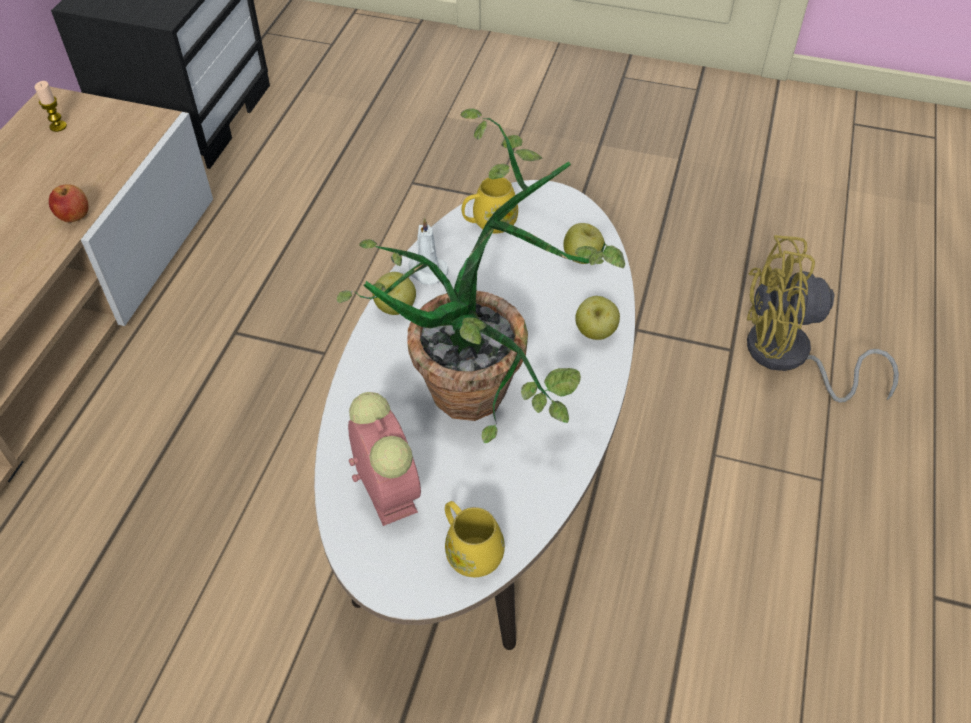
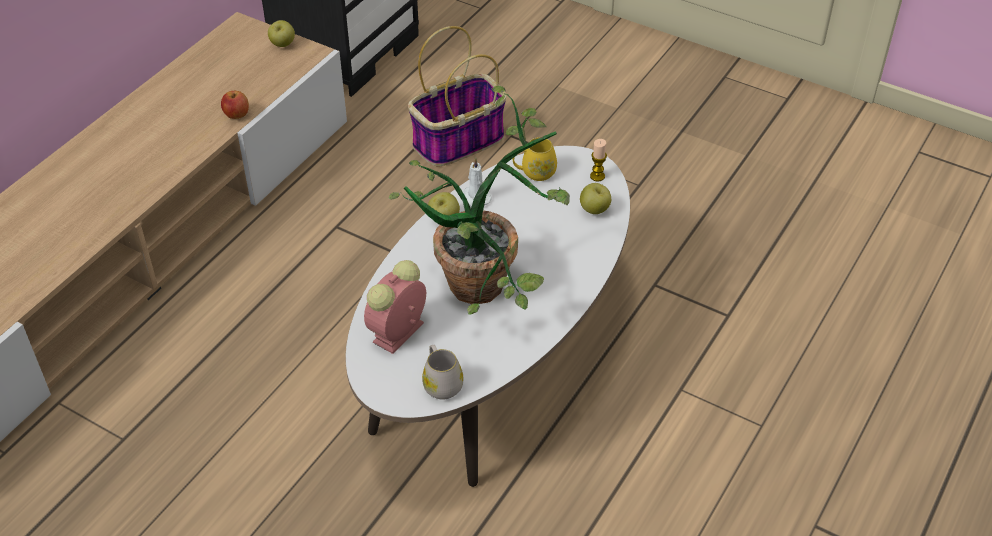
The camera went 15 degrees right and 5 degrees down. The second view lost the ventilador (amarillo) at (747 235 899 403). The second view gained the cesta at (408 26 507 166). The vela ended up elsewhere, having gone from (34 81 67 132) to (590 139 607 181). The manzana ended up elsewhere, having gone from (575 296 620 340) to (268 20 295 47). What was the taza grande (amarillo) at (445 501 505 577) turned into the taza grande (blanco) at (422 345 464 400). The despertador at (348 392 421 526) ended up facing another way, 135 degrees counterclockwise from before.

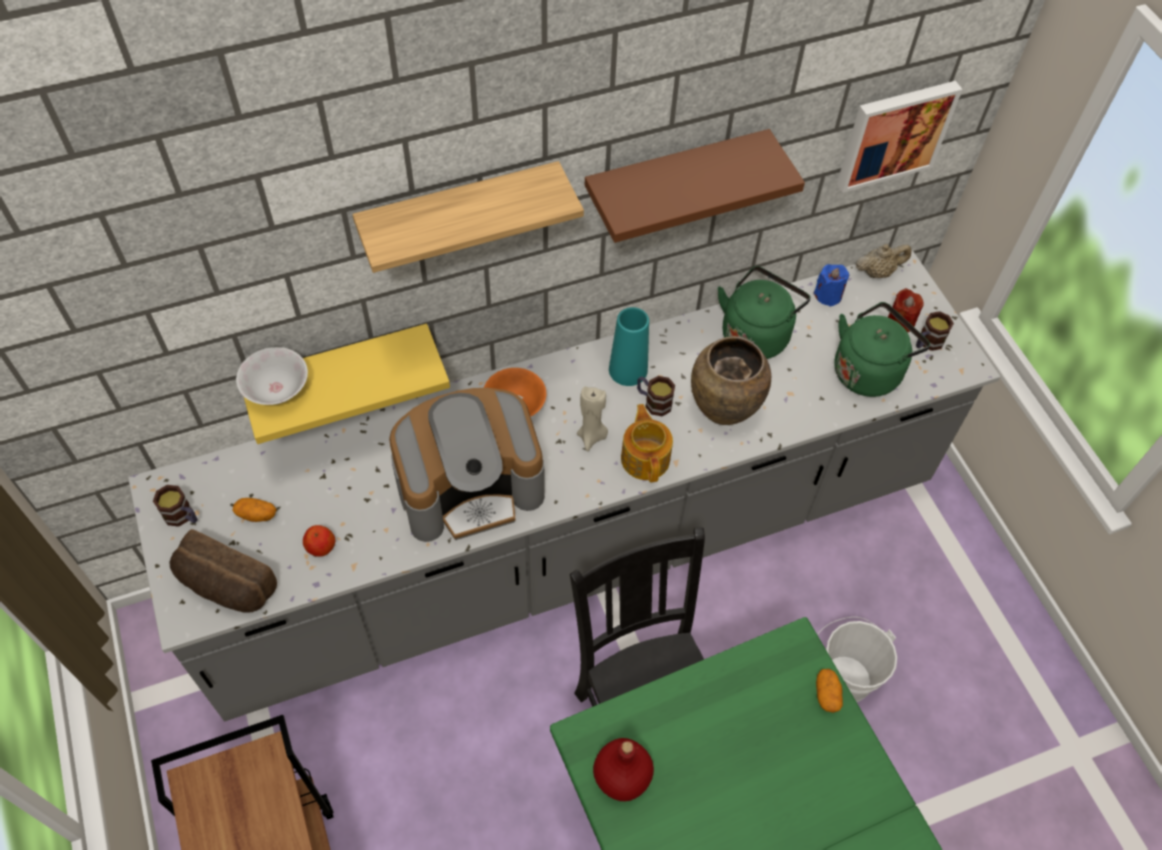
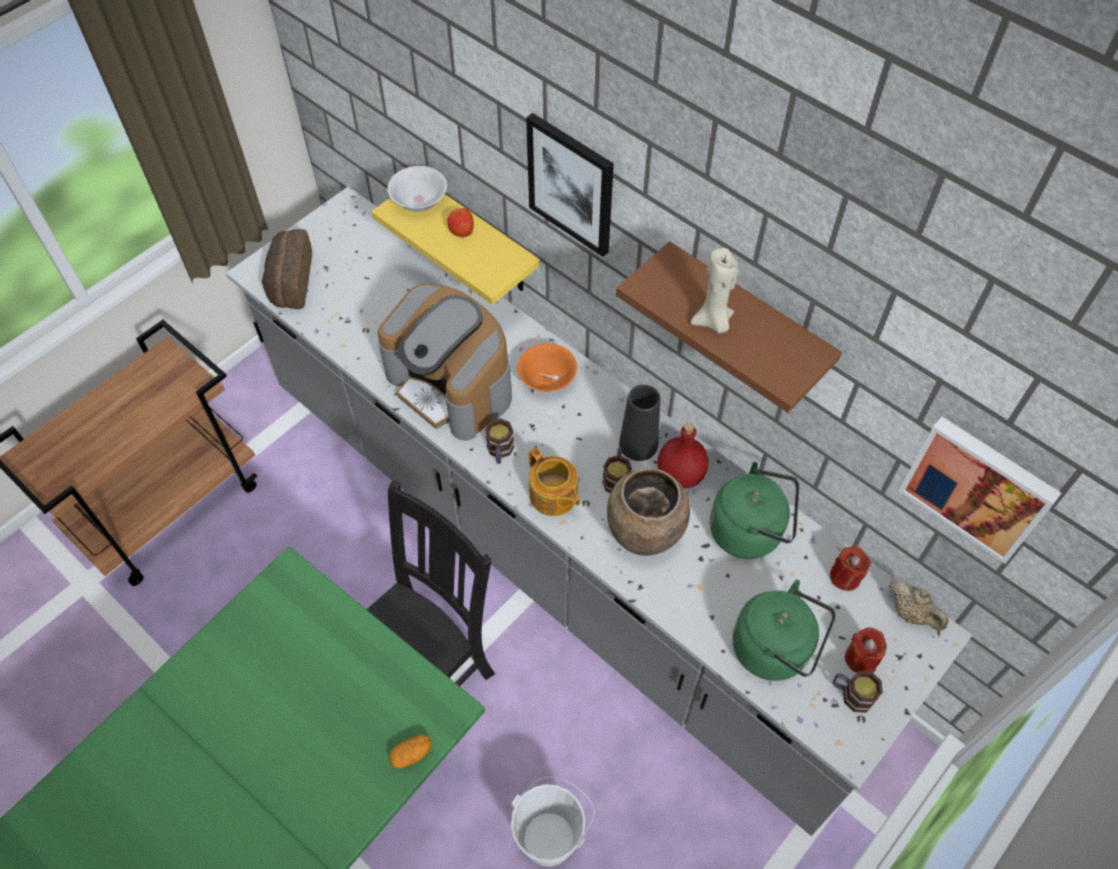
The camera went 65 degrees right and 0 degrees up. The second view lost the patata at (232 498 277 522). The taza grande ended up elsewhere, having gone from (153 485 198 527) to (485 418 514 464). The manzana ended up elsewhere, having gone from (303 525 335 557) to (447 208 474 237). The vela (beis) ended up elsewhere, having gone from (577 387 608 451) to (691 248 738 333). The botella (rojo) ended up elsewhere, having gone from (593 738 654 801) to (657 423 708 489). Where the estante hung at (353 161 584 273), the cuadro came to hang at (526 113 614 257). What was the florero (turquesa) at (609 307 649 386) turned into the florero (negro) at (619 385 660 461). What was the vela (azul) at (813 264 850 307) turned into the vela (rojo) at (830 546 871 591). The tetera at (621 404 673 482) ended up facing another way, 90 degrees clockwise from before.

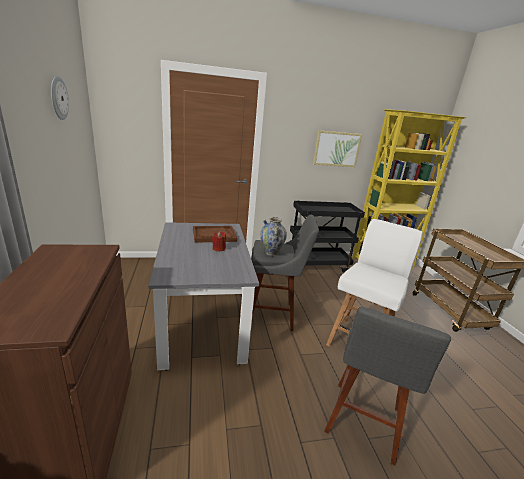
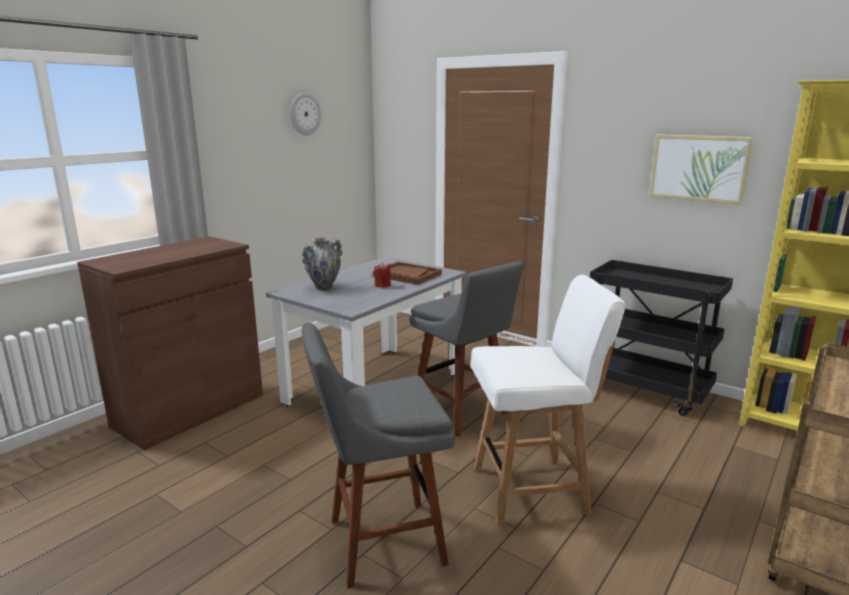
The camera went 50 degrees right and 5 degrees down. The florero ended up elsewhere, having gone from (260 217 287 256) to (302 238 342 290).

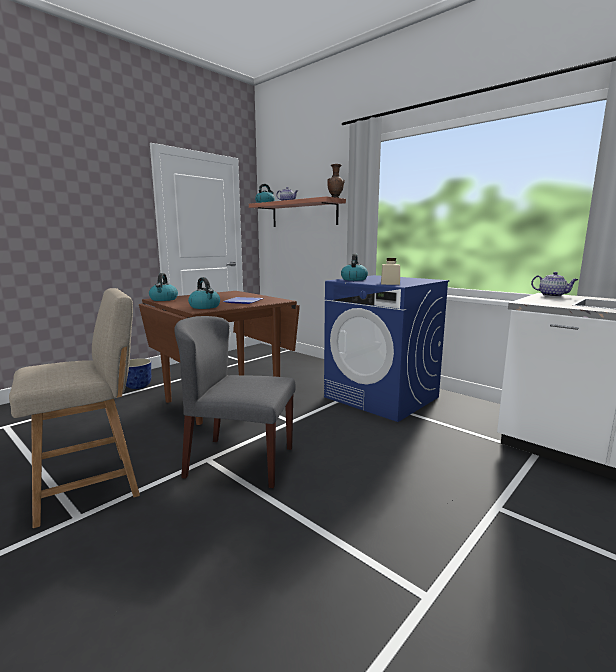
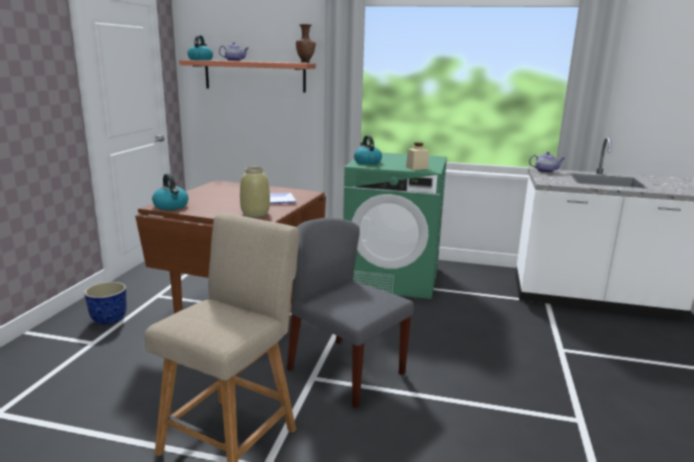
The camera went 30 degrees left and 5 degrees up. Where the hervidor stood at (188 277 220 309), the florero (beis) came to stand at (240 167 270 217). What was the lavadora (azul) at (324 275 449 422) turned into the lavadora (verde) at (343 153 447 299). The silla (gris) at (174 316 296 488) ended up facing another way, 60 degrees clockwise from before.

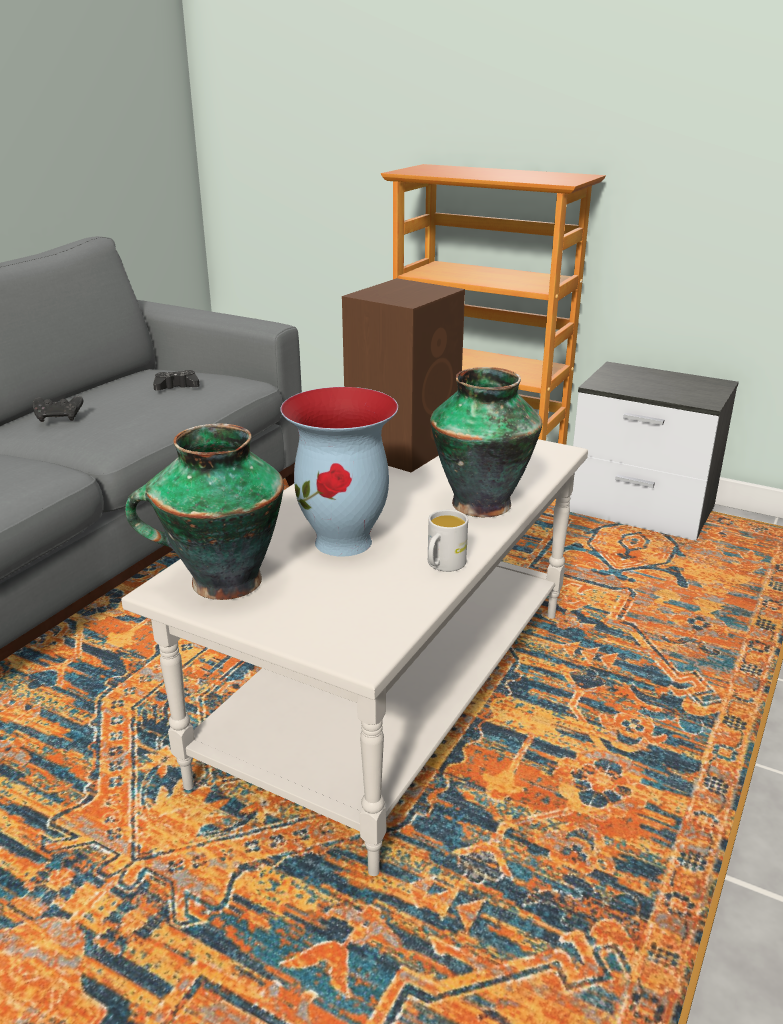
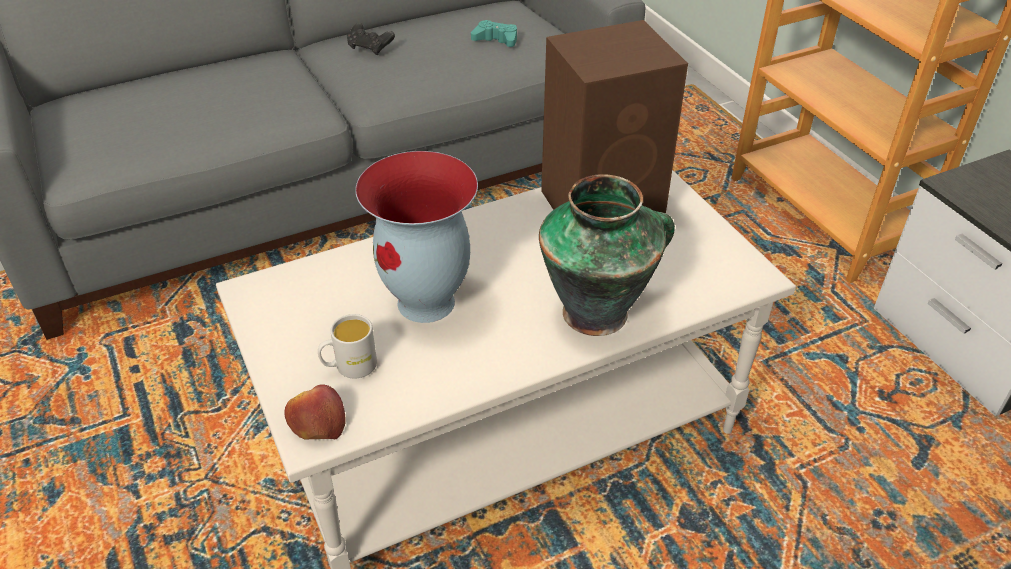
The camera went 35 degrees right and 15 degrees up. The second view lost the florero at (125 424 284 600). The second view gained the manzana at (284 384 345 439). The taza grande (blanco) ended up elsewhere, having gone from (428 510 468 572) to (318 314 377 379). What was the mando de consola (negro) at (153 370 200 391) turned into the mando de consola (turquesa) at (471 20 517 47).

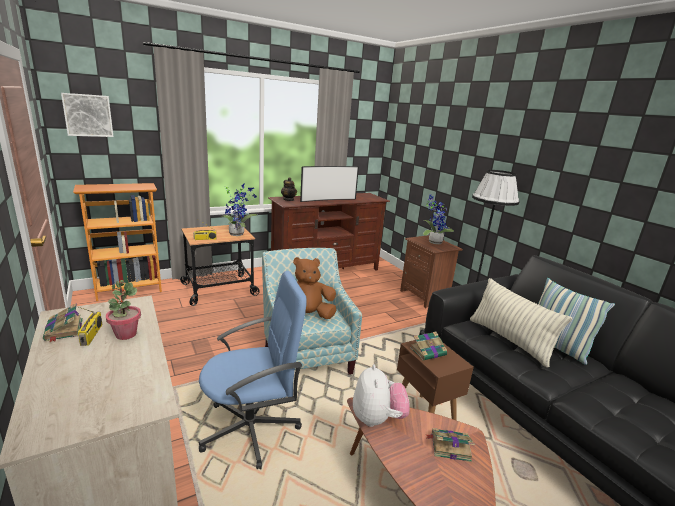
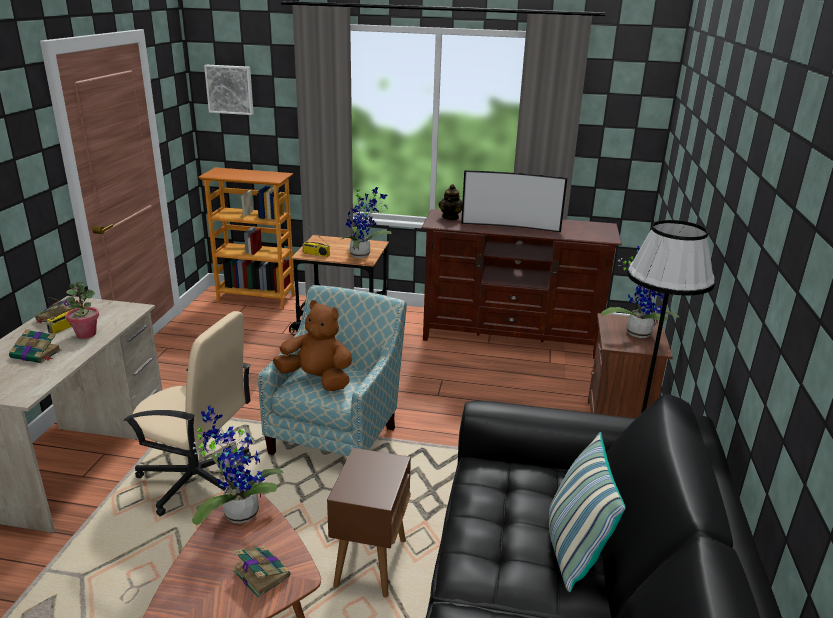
The camera went 40 degrees right and 5 degrees up. The second view lost the cojín at (470 278 572 368). The libro ended up elsewhere, having gone from (410 332 447 361) to (9 329 61 363). Where the peluche stood at (353 364 410 427), the planta en maceta came to stand at (192 406 283 525). What was the silla de oficina (azul) at (199 271 307 469) turned into the silla de oficina (beis) at (124 311 251 516).

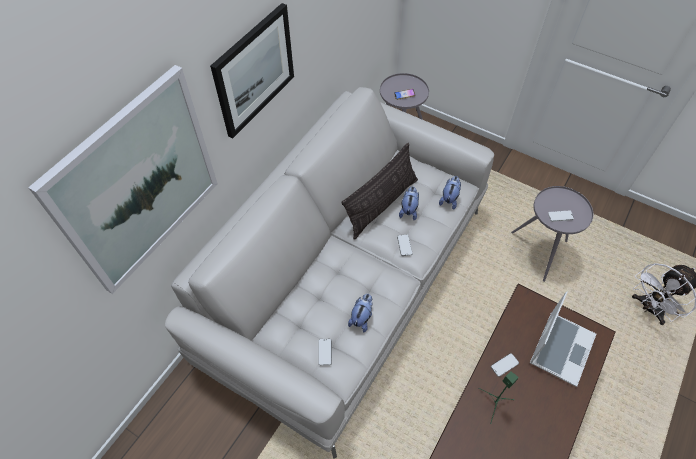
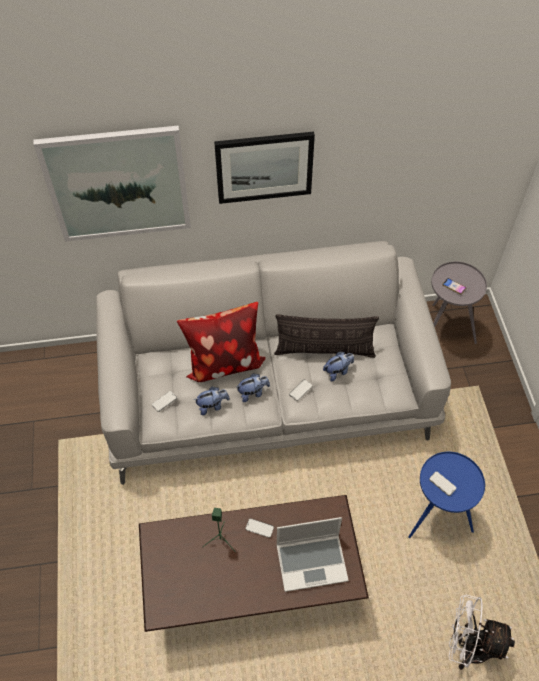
The camera went 50 degrees right and 0 degrees up. The second view gained the cojín at (177 302 266 382). The peluche ended up elsewhere, having gone from (439 176 461 210) to (236 373 270 402). What was the mesa auxiliar (gris) at (511 186 593 282) turned into the mesa auxiliar (azul) at (408 452 485 538).

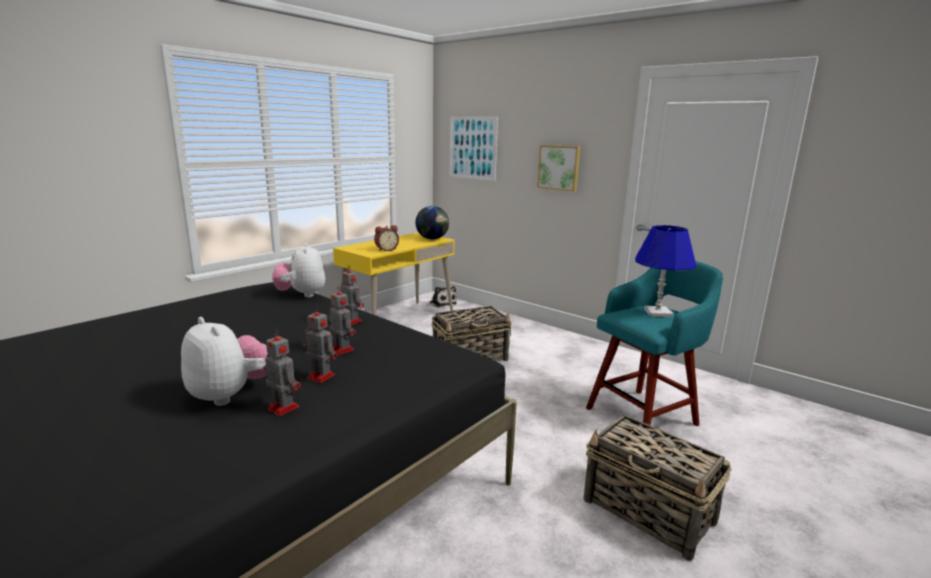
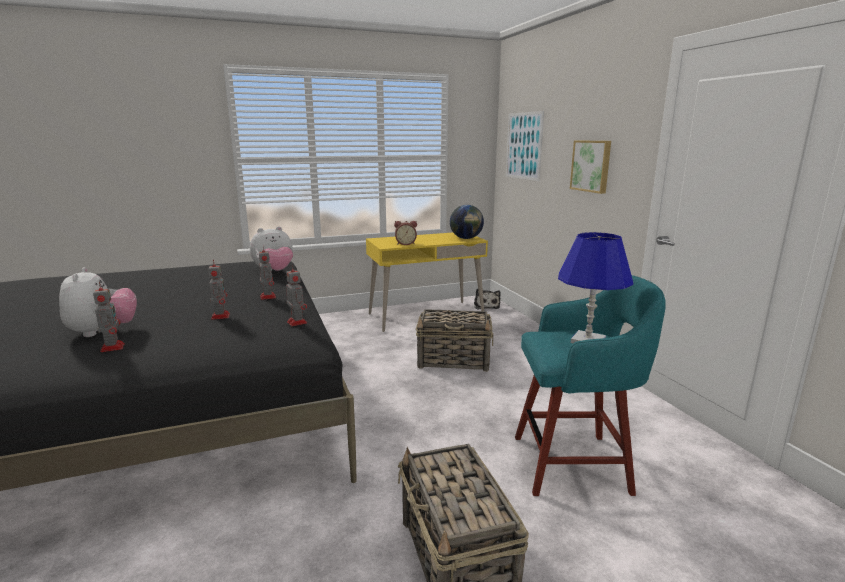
The camera went 30 degrees right and 0 degrees up. The robot de juguete ended up elsewhere, having gone from (302 306 338 383) to (286 264 307 326). The peluche at (272 243 325 297) ended up facing another way, 135 degrees counterclockwise from before.

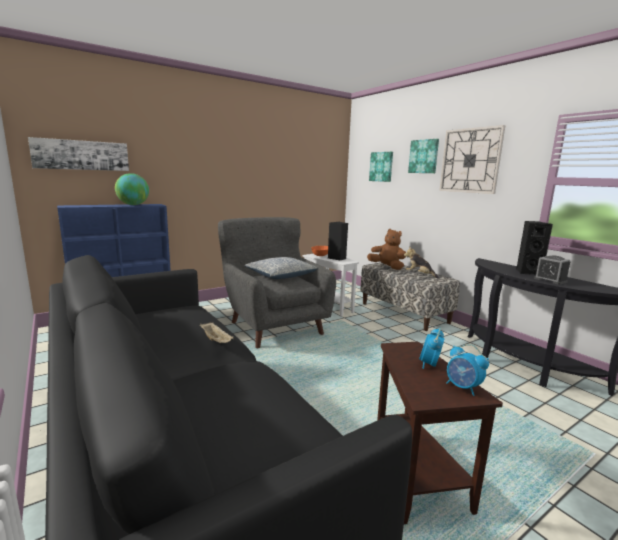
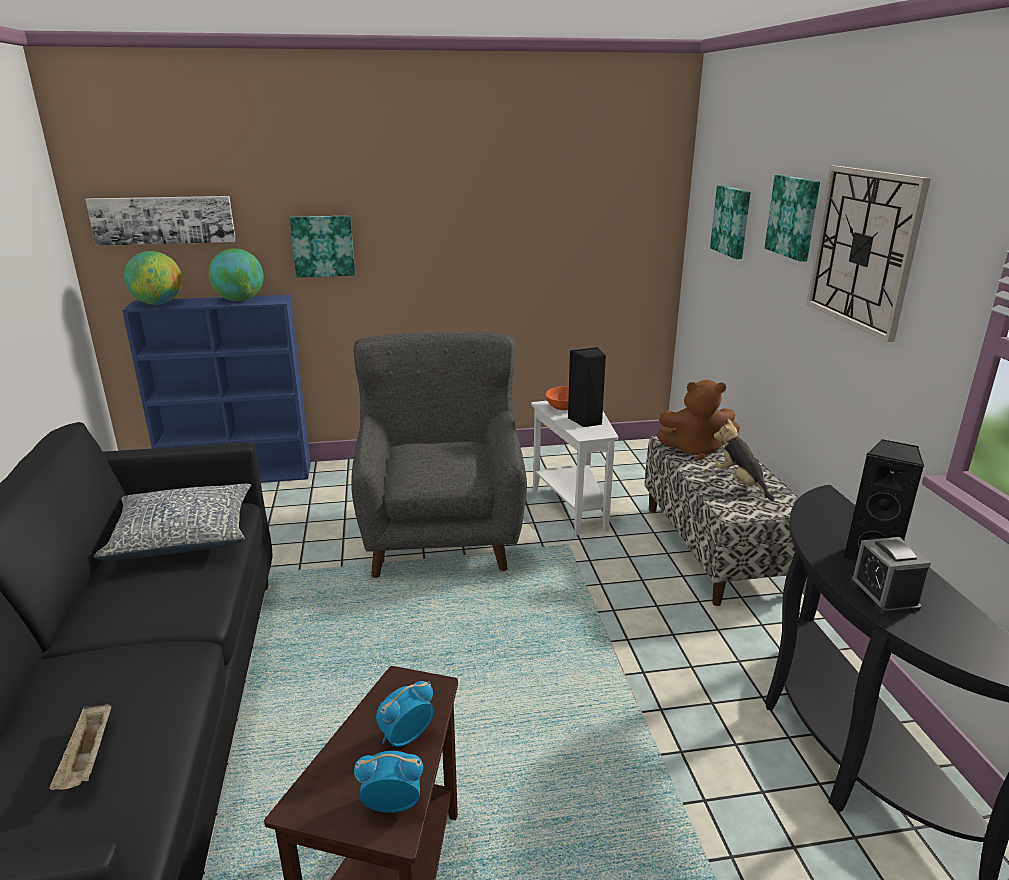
The camera went 25 degrees right and 10 degrees up. The second view gained the globo terráqueo at (124 251 182 305). The second view gained the cuadro at (290 216 355 278). The bandeja (beis) ended up elsewhere, having gone from (200 322 233 343) to (49 704 112 790). The cojín ended up elsewhere, having gone from (245 257 318 279) to (94 484 251 560). The peluche (marrón) at (367 229 406 270) ended up facing another way, 120 degrees clockwise from before. The despertador at (447 344 489 396) ended up facing another way, 105 degrees clockwise from before.

